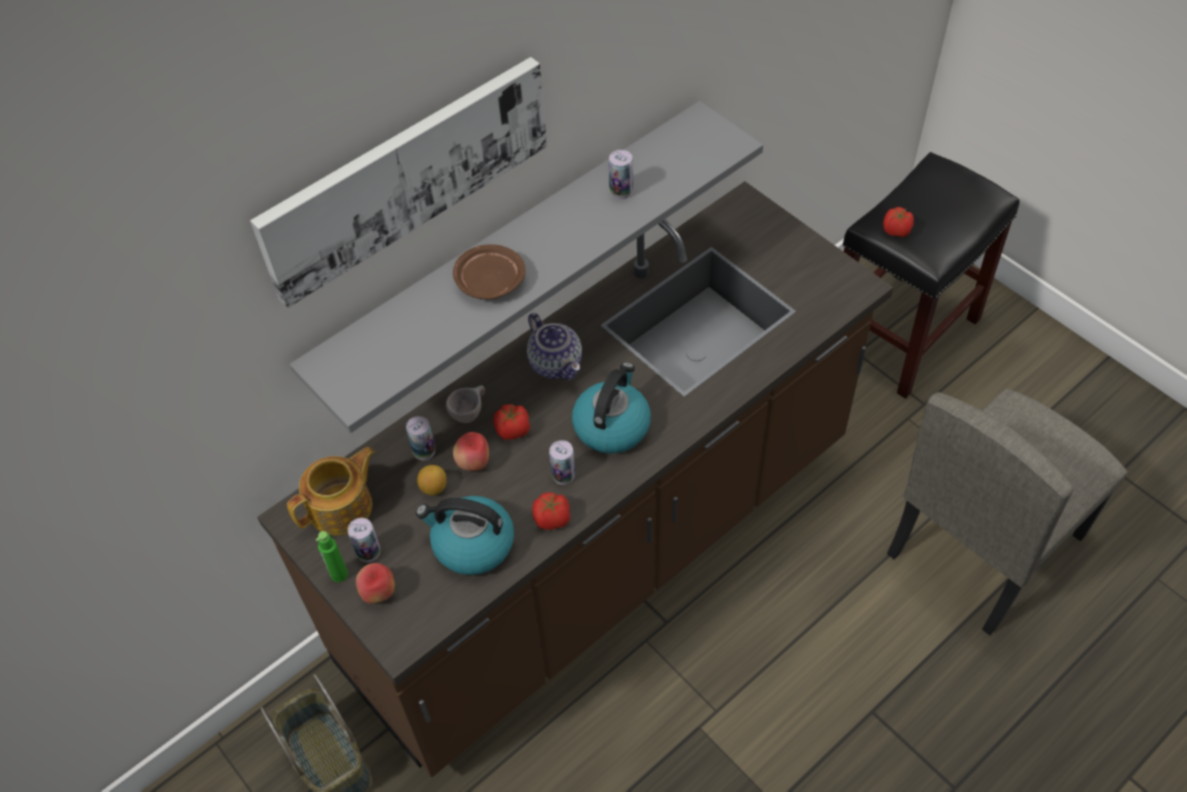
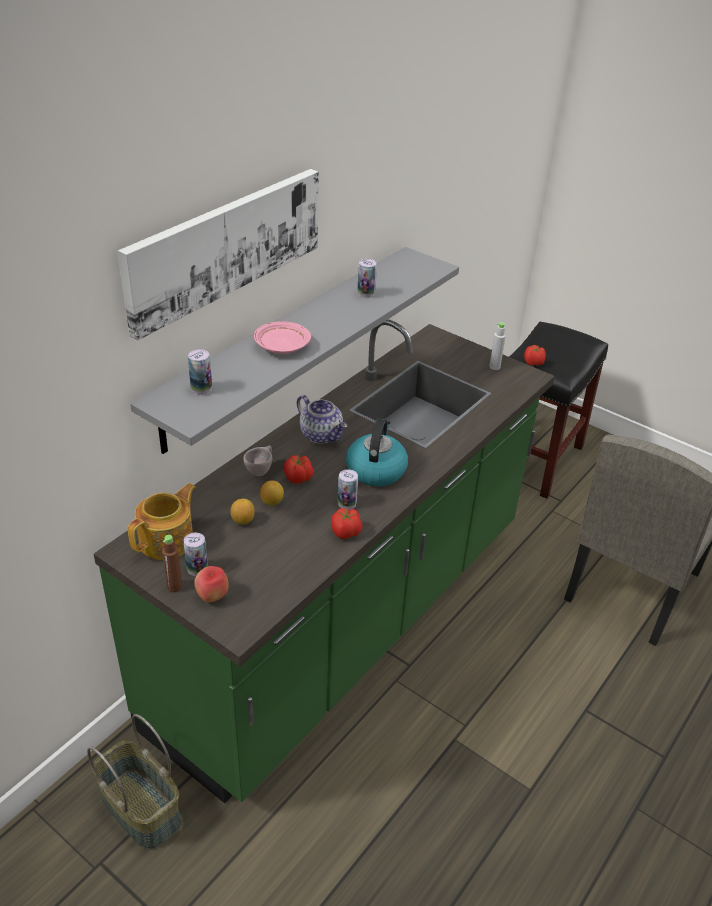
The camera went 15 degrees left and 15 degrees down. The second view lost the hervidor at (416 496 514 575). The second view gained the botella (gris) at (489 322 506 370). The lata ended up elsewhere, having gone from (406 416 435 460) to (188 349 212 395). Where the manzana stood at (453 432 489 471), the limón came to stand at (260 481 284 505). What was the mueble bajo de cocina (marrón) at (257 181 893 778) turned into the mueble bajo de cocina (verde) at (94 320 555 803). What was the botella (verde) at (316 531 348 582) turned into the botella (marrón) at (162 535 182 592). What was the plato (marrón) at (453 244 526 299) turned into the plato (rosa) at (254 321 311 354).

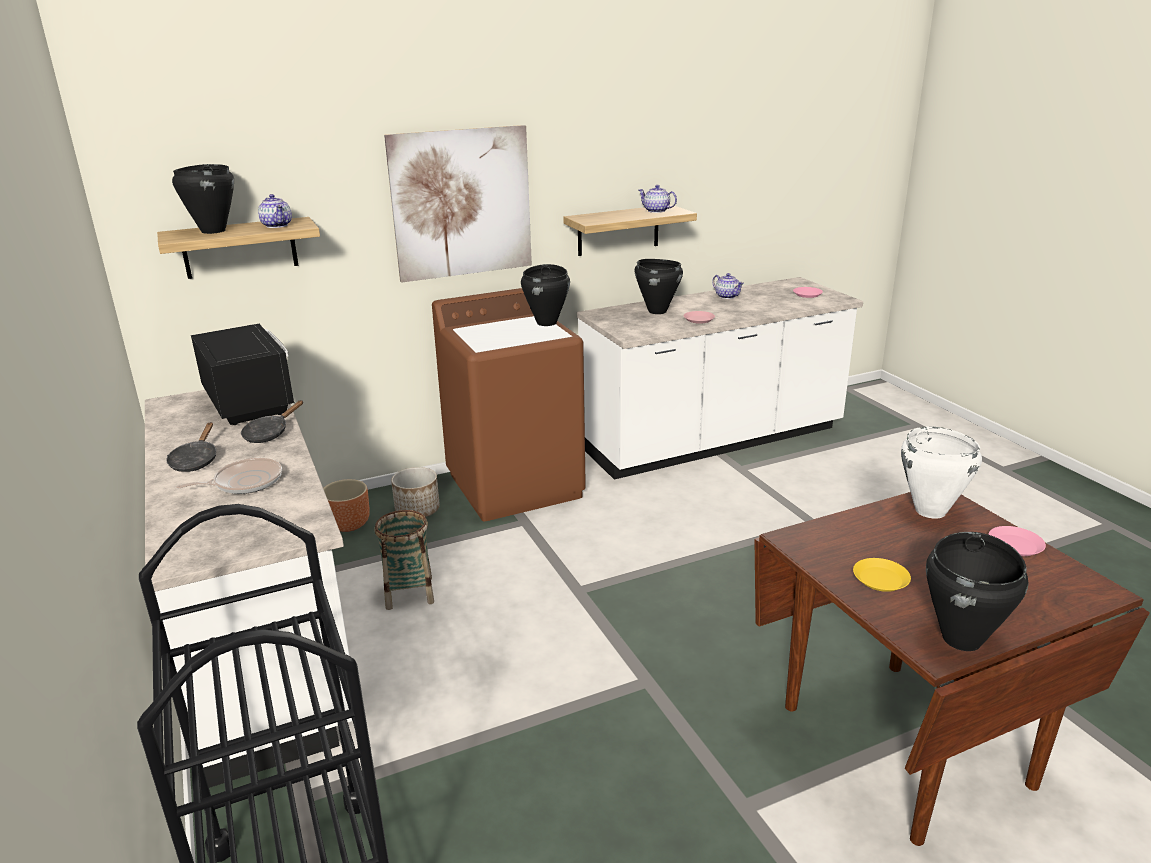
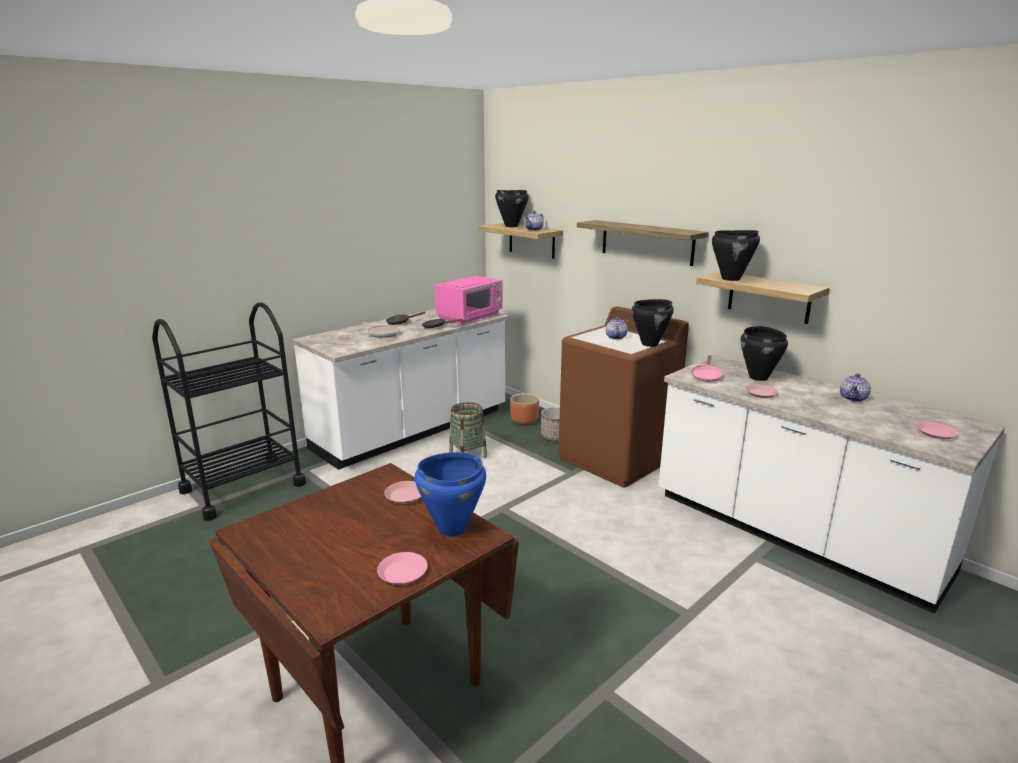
The camera went 70 degrees right and 5 degrees down. The second view lost the plato (amarillo) at (853 558 911 592). The second view gained the plato (rosa) at (384 481 421 504). The second view gained the sartén (rosa) at (691 355 723 382). The tetera ended up elsewhere, having gone from (639 185 677 213) to (606 317 628 340). The olla (negro) ended up elsewhere, having gone from (926 532 1028 651) to (712 230 760 281). Where the cuadro hung at (384 125 532 283), the estante came to hang at (577 220 709 266). What was the microondas (negro) at (191 324 295 425) turned into the microondas (rosa) at (435 276 503 325). What was the olla (blanco) at (901 426 982 519) turned into the olla (azul) at (415 452 486 537).

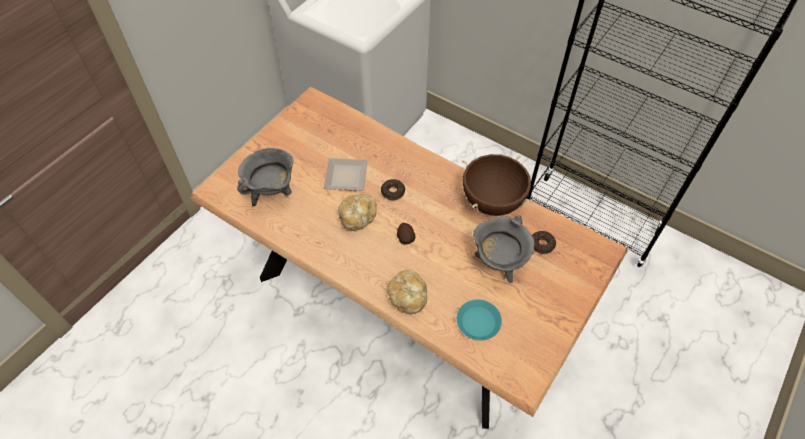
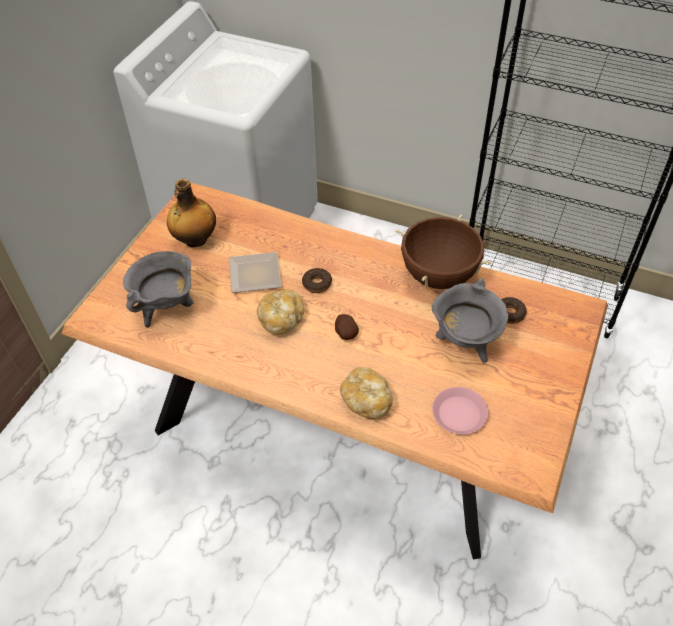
The camera went 10 degrees left and 5 degrees down. The second view gained the botella at (167 179 216 247). What was the plato (turquesa) at (457 299 502 341) turned into the plato (rosa) at (432 387 488 434).

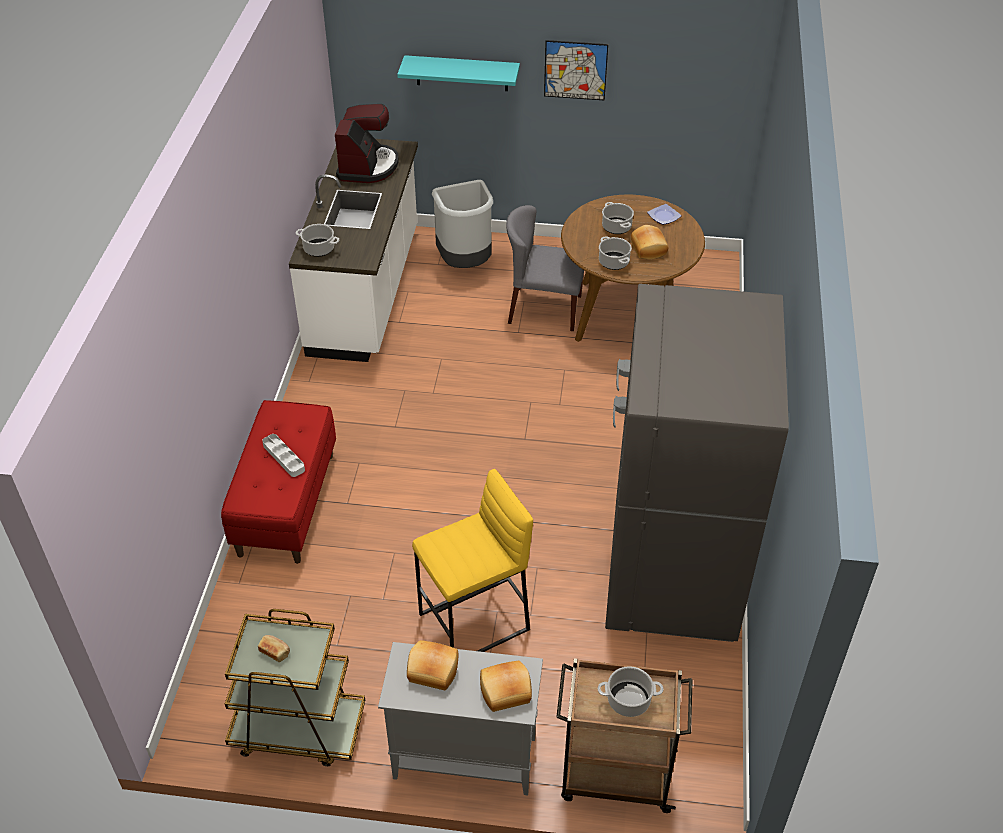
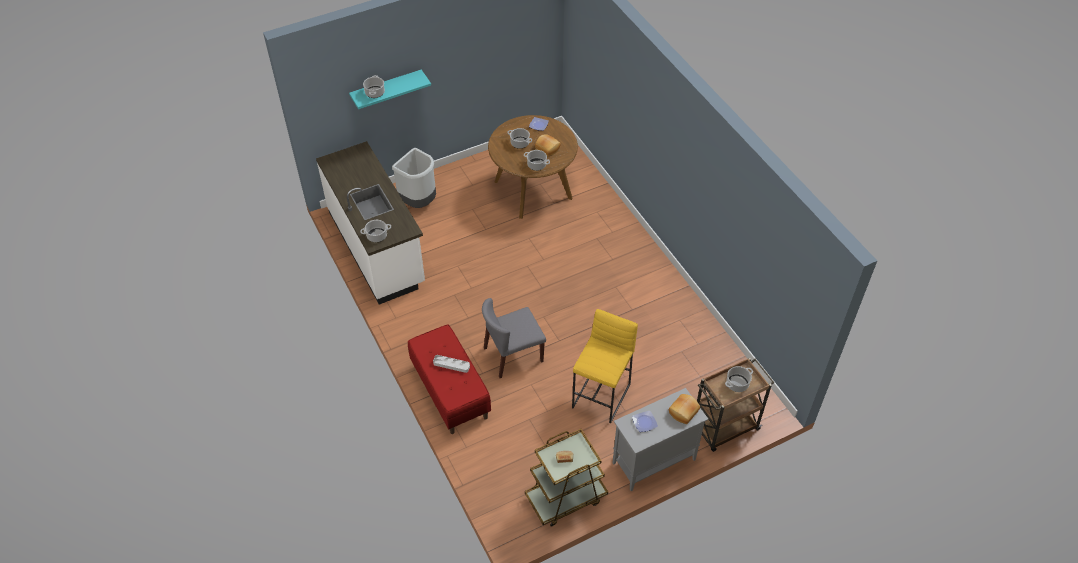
The camera went 35 degrees left and 5 degrees up. The second view lost the cafetera at (335 104 399 183). The second view lost the cuadro at (544 40 608 101). The second view lost the nevera (gris) at (605 284 789 642). The second view gained the olla at (363 75 385 98). The silla (gris) ended up elsewhere, having gone from (506 205 584 331) to (482 298 546 378). Where the pan stood at (407 640 458 690), the plato came to stand at (632 411 658 432).

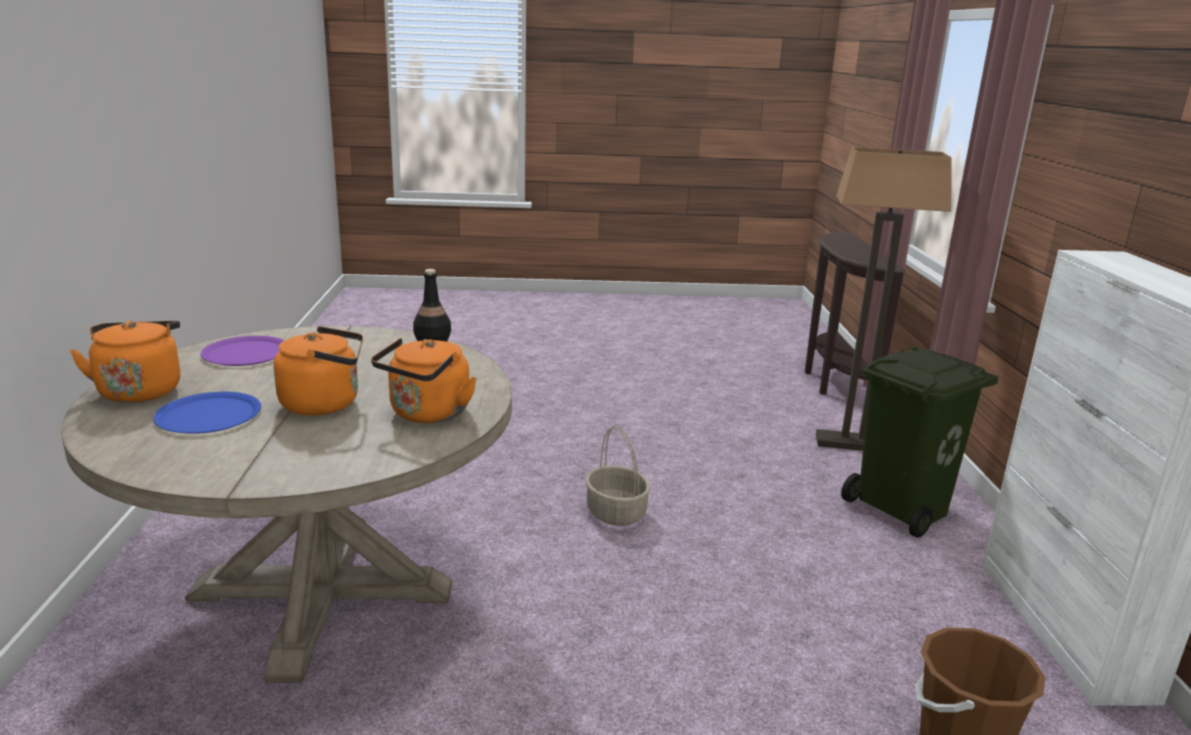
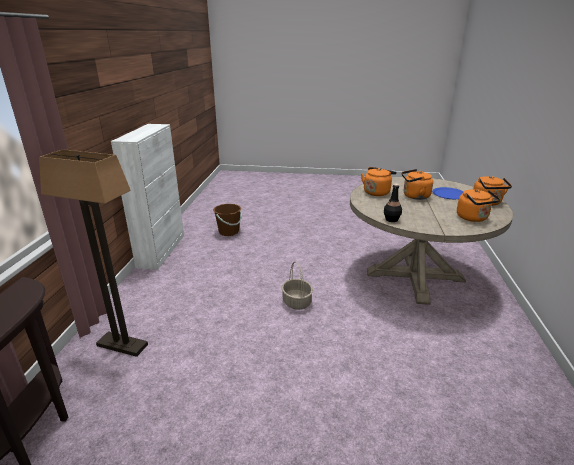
The camera went 170 degrees left and 5 degrees up. The second view lost the papelera (verde) at (841 346 998 538). Where the plato (morado) stood at (200 336 285 366), the hervidor (naranja) came to stand at (457 189 501 222).

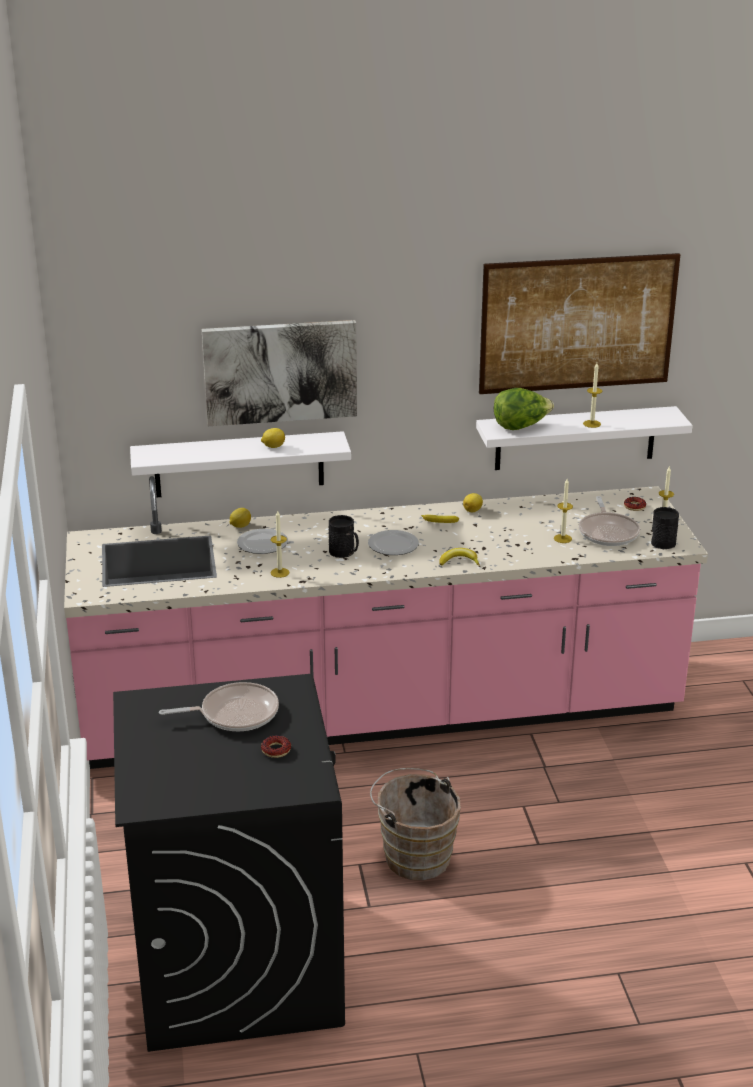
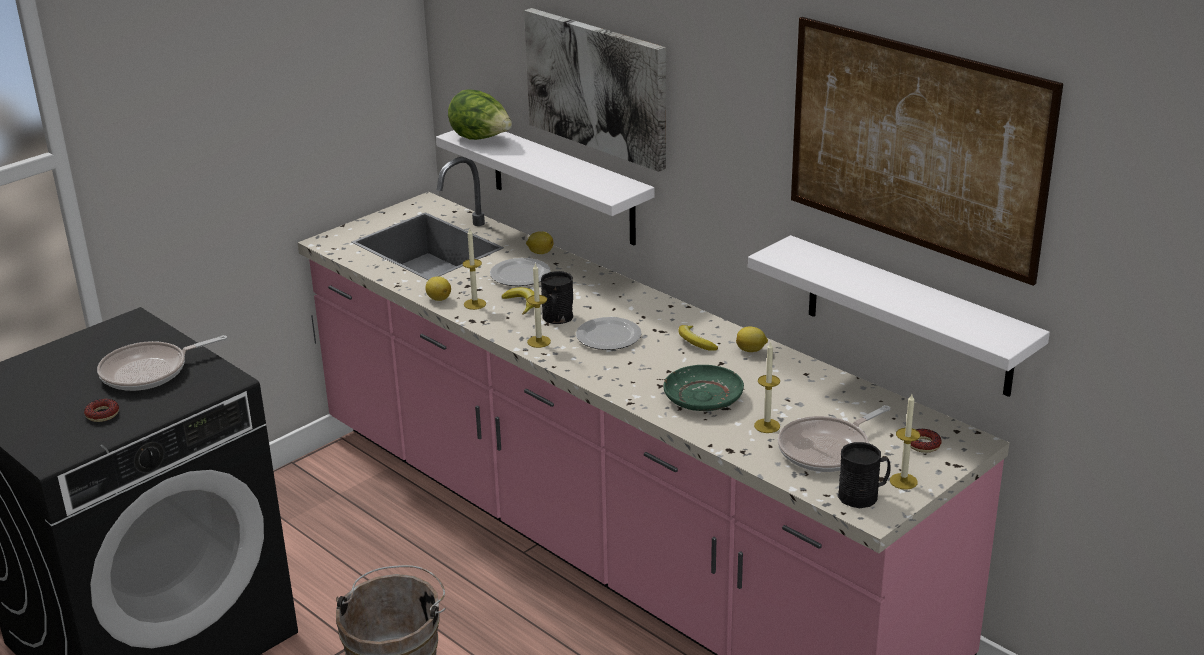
The camera went 55 degrees right and 0 degrees up. The second view gained the plato (verde) at (663 365 744 411). The limón ended up elsewhere, having gone from (261 428 285 448) to (425 276 451 301). The plátano ended up elsewhere, having gone from (439 548 480 566) to (502 287 534 315). The lechuga ended up elsewhere, having gone from (494 388 554 430) to (448 90 512 140). The vela ended up elsewhere, having gone from (583 363 602 428) to (527 264 551 348). The sartén at (159 682 279 731) ended up facing another way, 105 degrees clockwise from before.

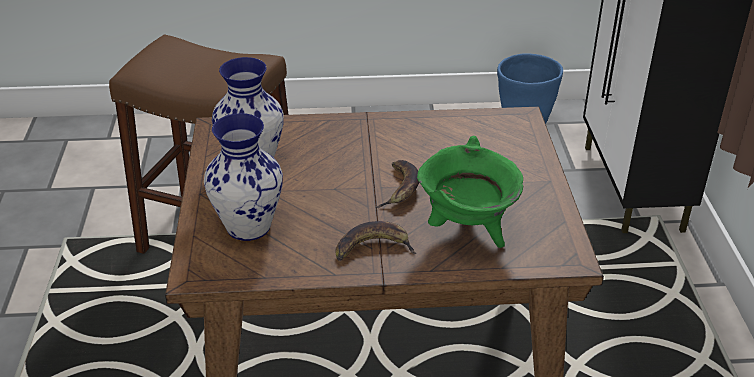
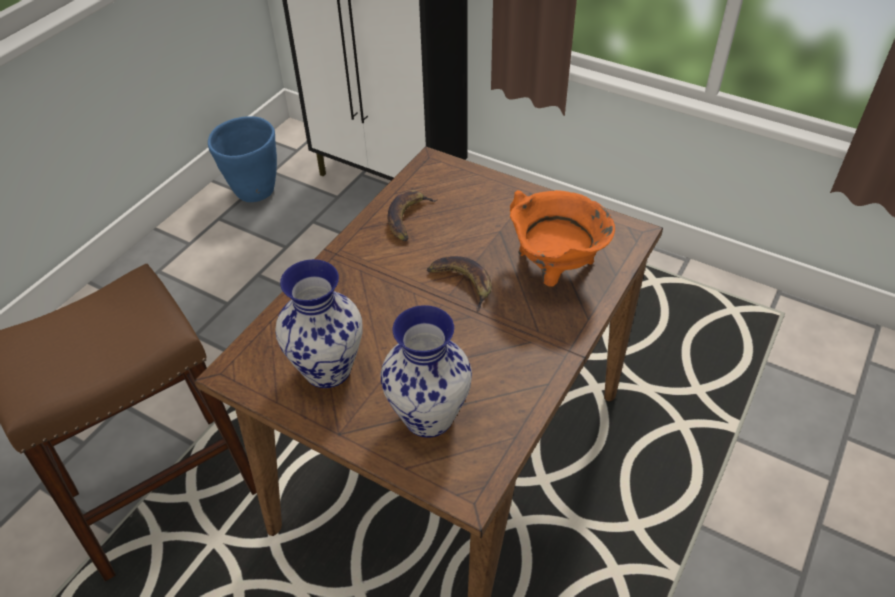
The camera went 55 degrees left and 10 degrees up. The plátano ended up elsewhere, having gone from (335 221 417 260) to (387 190 438 241). What was the olla (verde) at (417 136 523 248) turned into the olla (naranja) at (510 190 615 287).

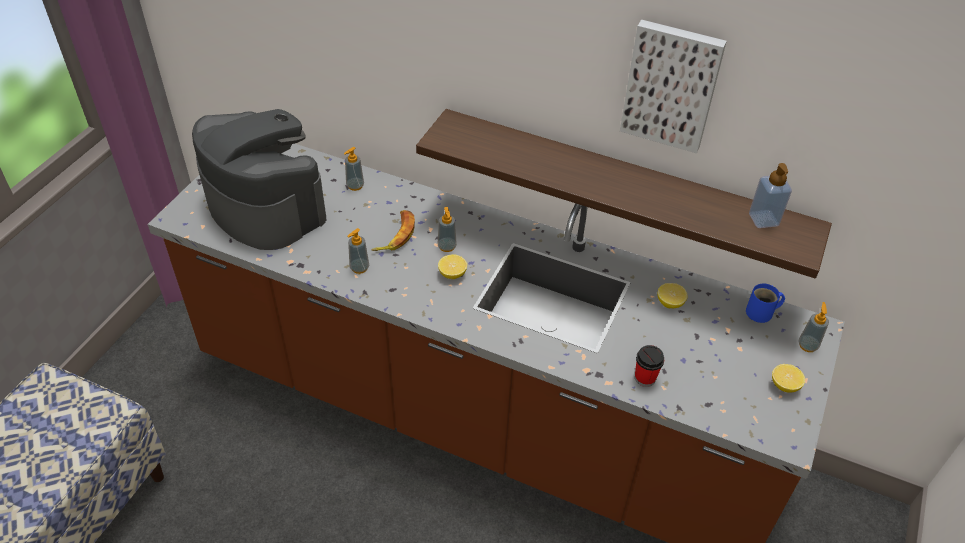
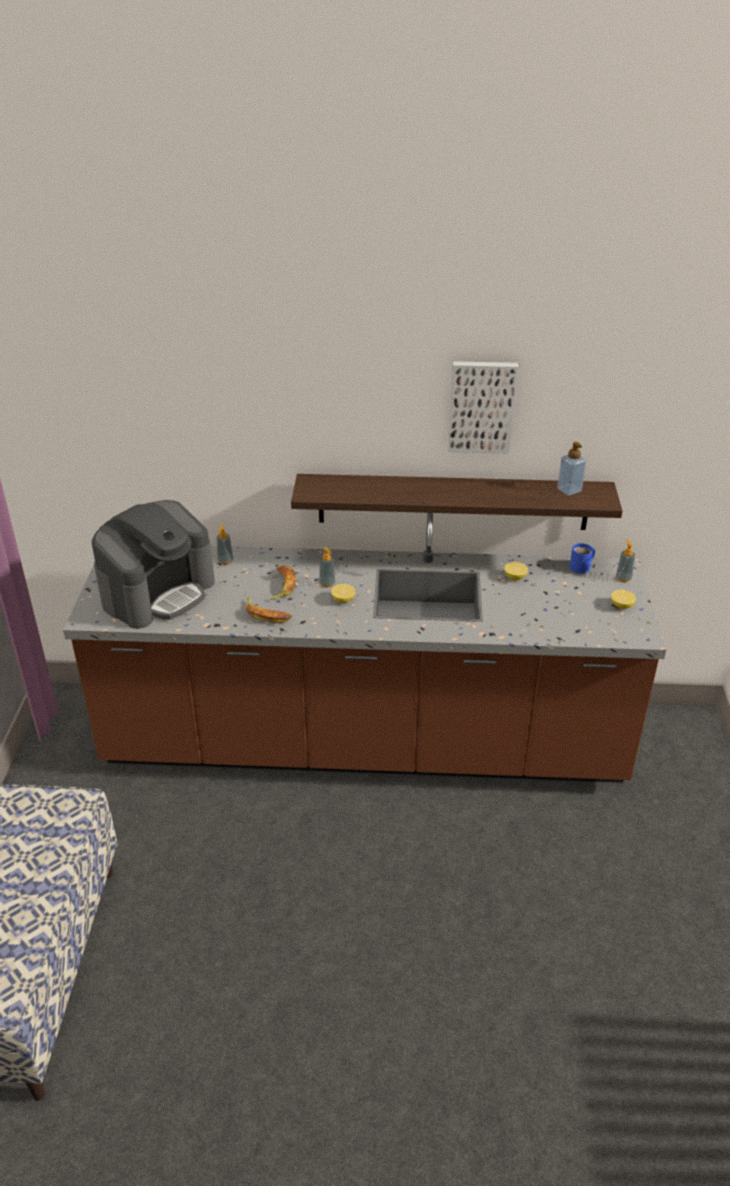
The camera went 20 degrees left and 10 degrees down. The second view lost the taza at (635 345 664 387). Where the dispensador de jabón stood at (347 228 369 274), the plátano came to stand at (245 597 292 623). The cafetera at (192 109 326 250) ended up facing another way, 105 degrees clockwise from before.

